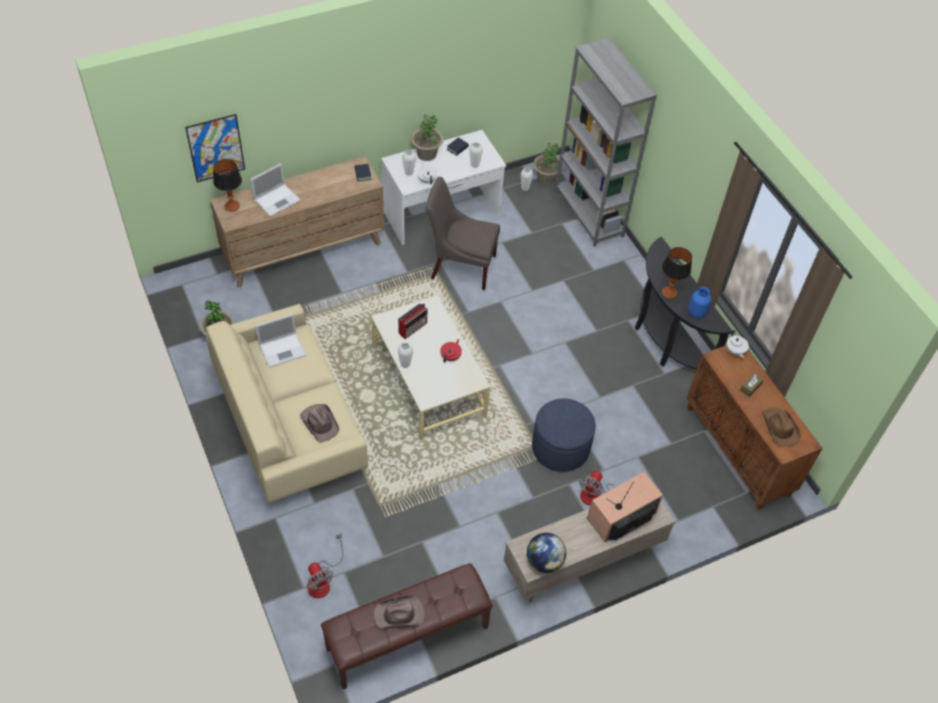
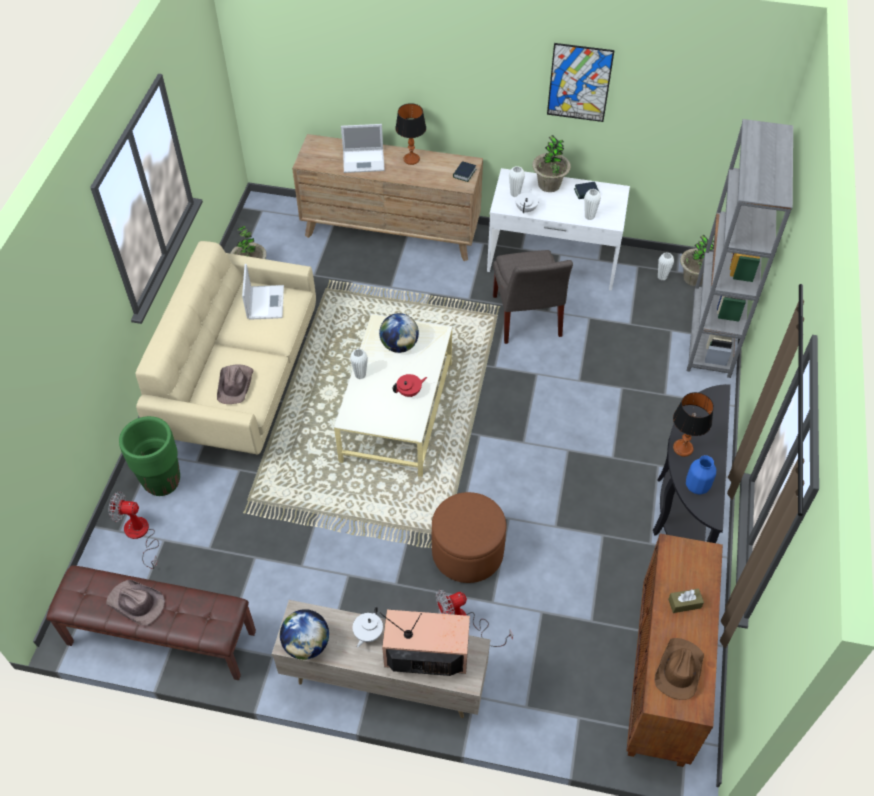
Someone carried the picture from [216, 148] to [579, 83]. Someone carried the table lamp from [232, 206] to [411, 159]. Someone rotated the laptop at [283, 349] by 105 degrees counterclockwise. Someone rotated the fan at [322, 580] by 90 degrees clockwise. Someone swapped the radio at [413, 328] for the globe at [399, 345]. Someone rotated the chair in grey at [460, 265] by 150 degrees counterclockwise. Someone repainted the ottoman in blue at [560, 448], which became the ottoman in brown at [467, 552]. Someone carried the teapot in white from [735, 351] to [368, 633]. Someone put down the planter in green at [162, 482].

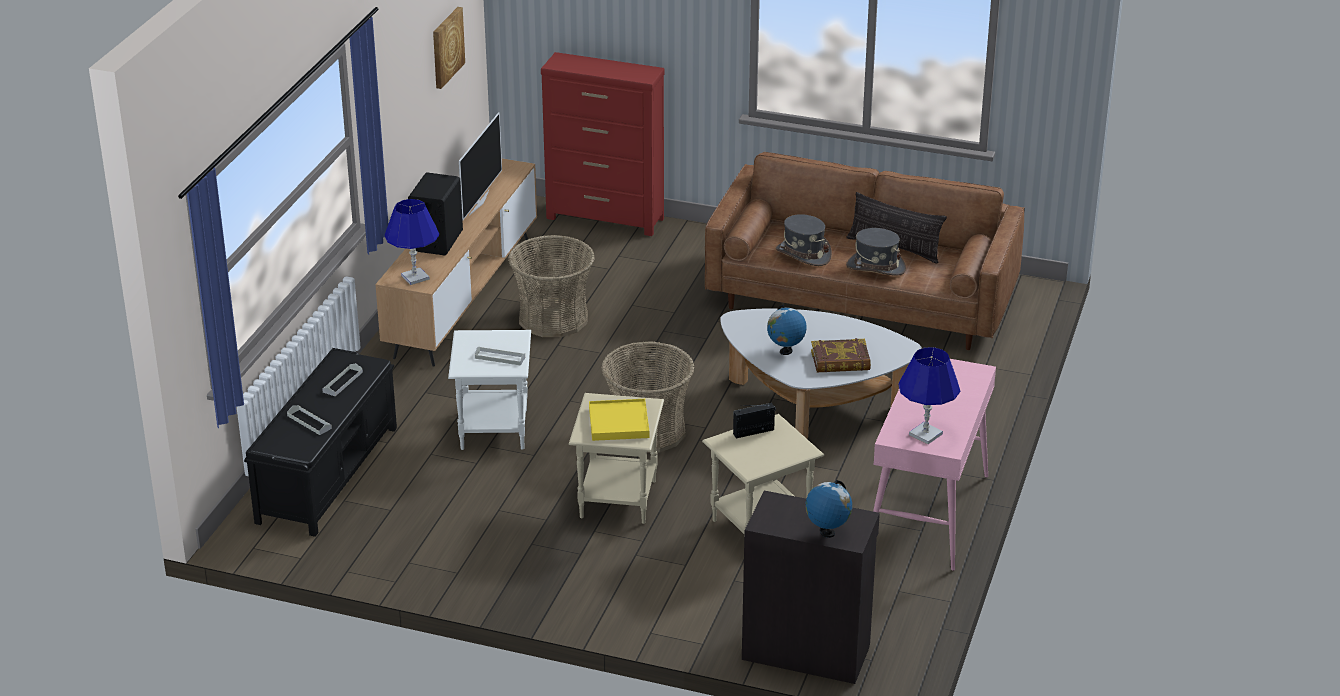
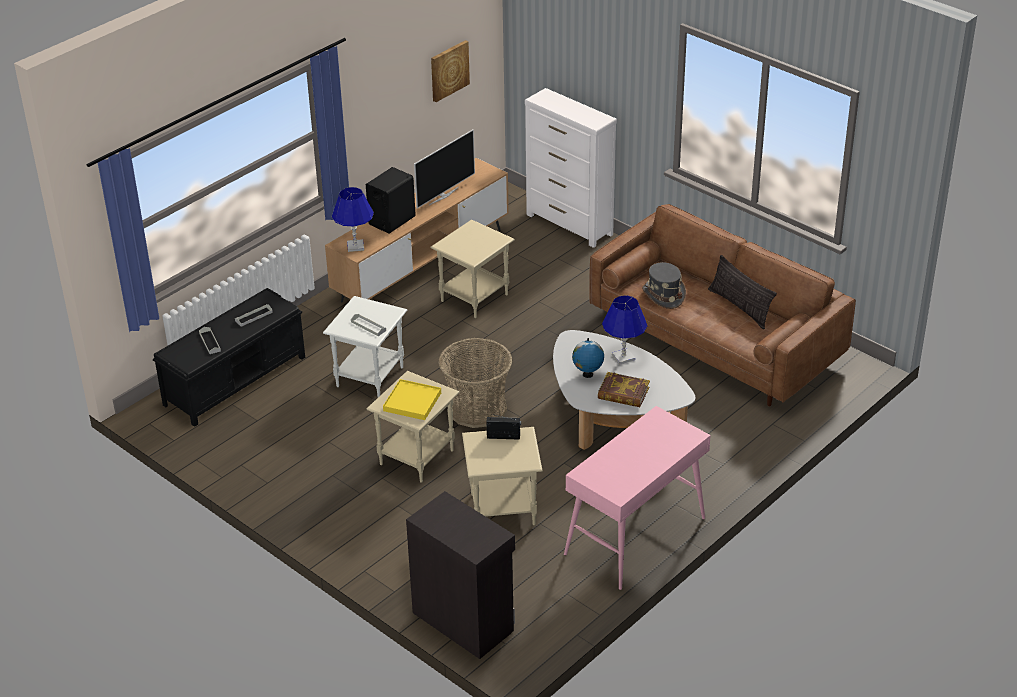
Someone swapped the basket at [553, 319] for the side table in beige at [474, 298]. Someone repainted the dresser in red at [606, 219], which became the dresser in white at [569, 225]. Someone took away the globe at [827, 533]. Someone took away the hat in grey at [875, 267]. Someone carried the table lamp in blue from [925, 434] to [623, 357].

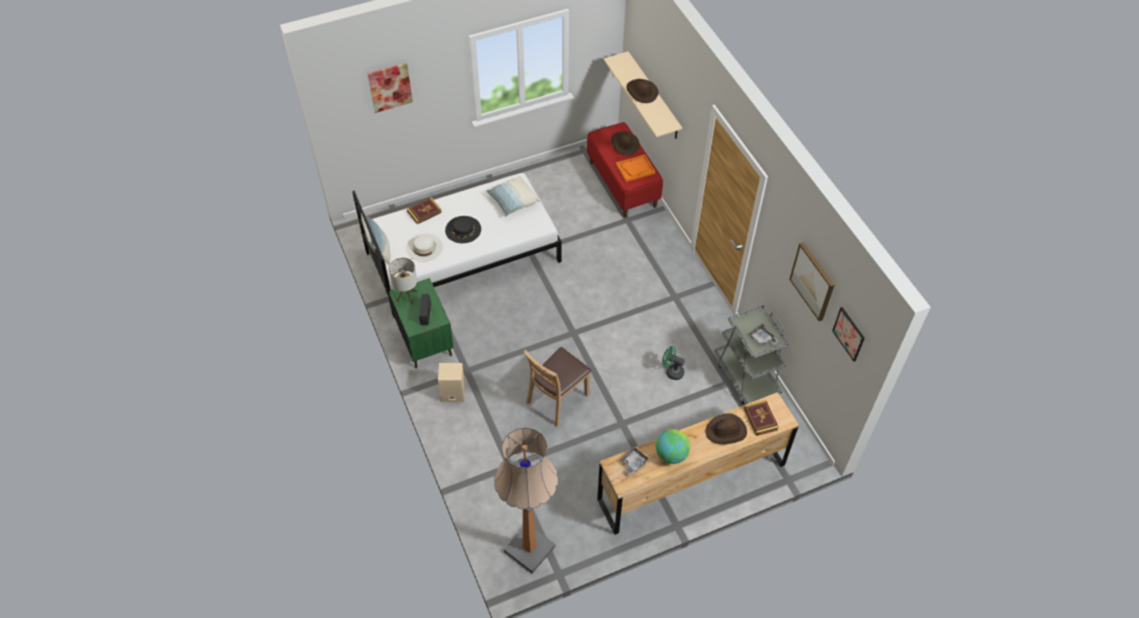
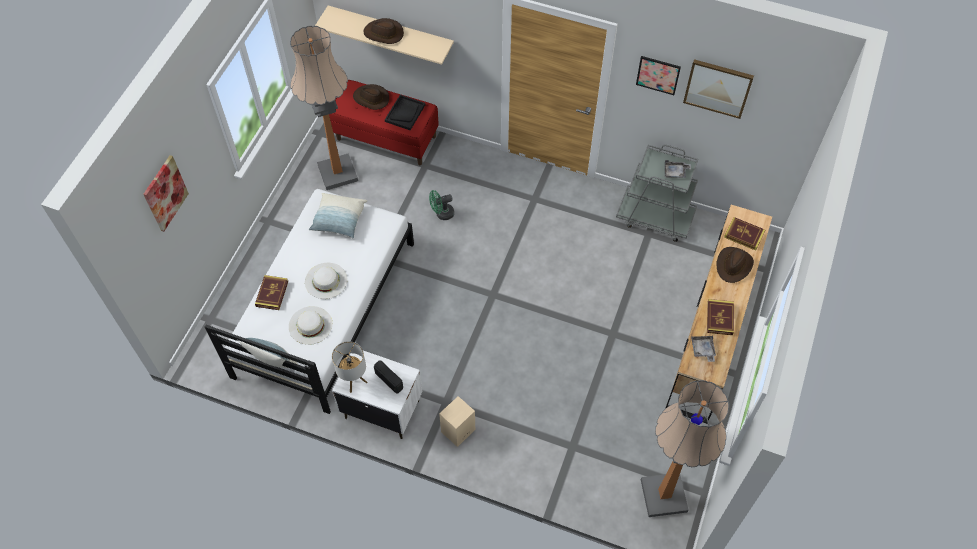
Someone repainted the nightstand in green at [425, 341], which became the nightstand in white at [382, 409]. Someone repainted the hat in black at [463, 229], which became the hat in white at [326, 280]. Someone took away the chair in brown at [557, 400]. Someone repainted the tray in orange at [635, 169], which became the tray in black at [405, 113]. Someone swapped the globe at [671, 454] for the book at [719, 318]. Someone carried the fan in green from [672, 371] to [442, 214]. Someone carried the picture from [848, 334] to [658, 75]. Someone put down the floor lamp at [338, 173].

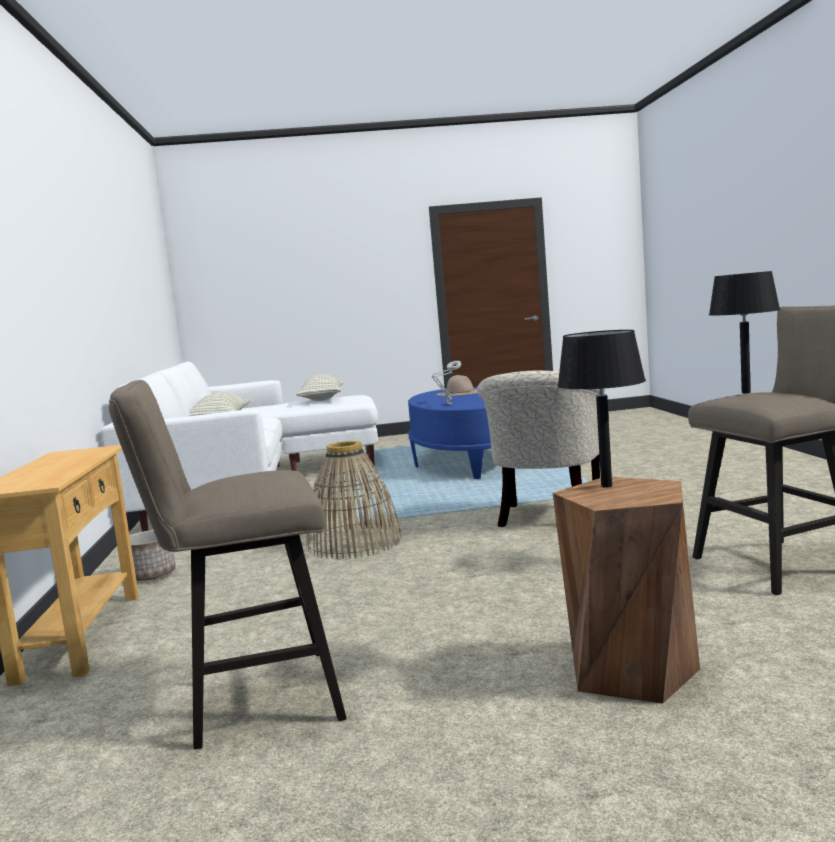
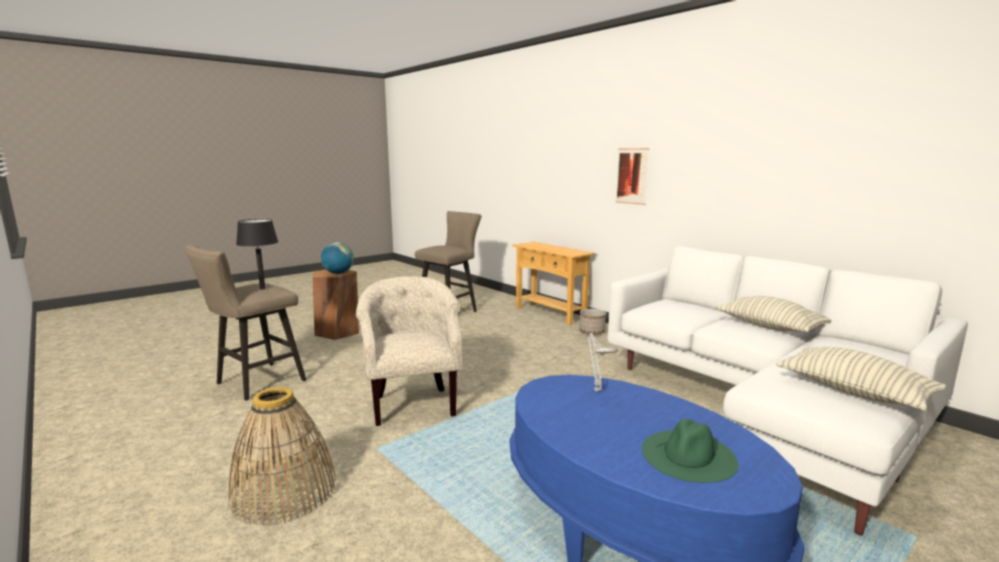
Someone carried the basket from [354, 543] to [284, 491]. Someone repainted the hat in beige at [460, 392], which became the hat in green at [689, 455]. Someone swapped the table lamp in black at [606, 486] for the globe at [338, 273]. Someone put up the picture at [632, 176].

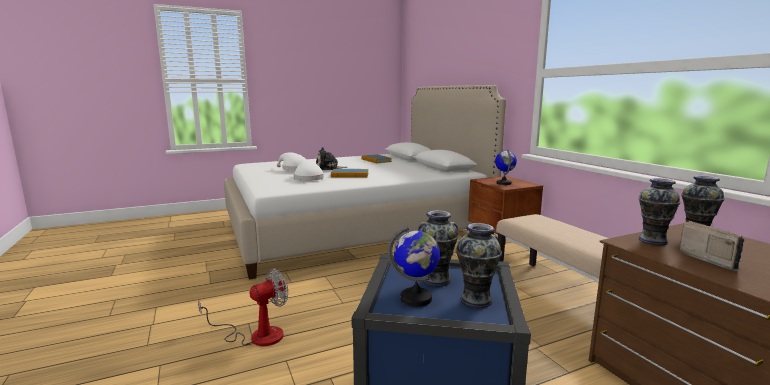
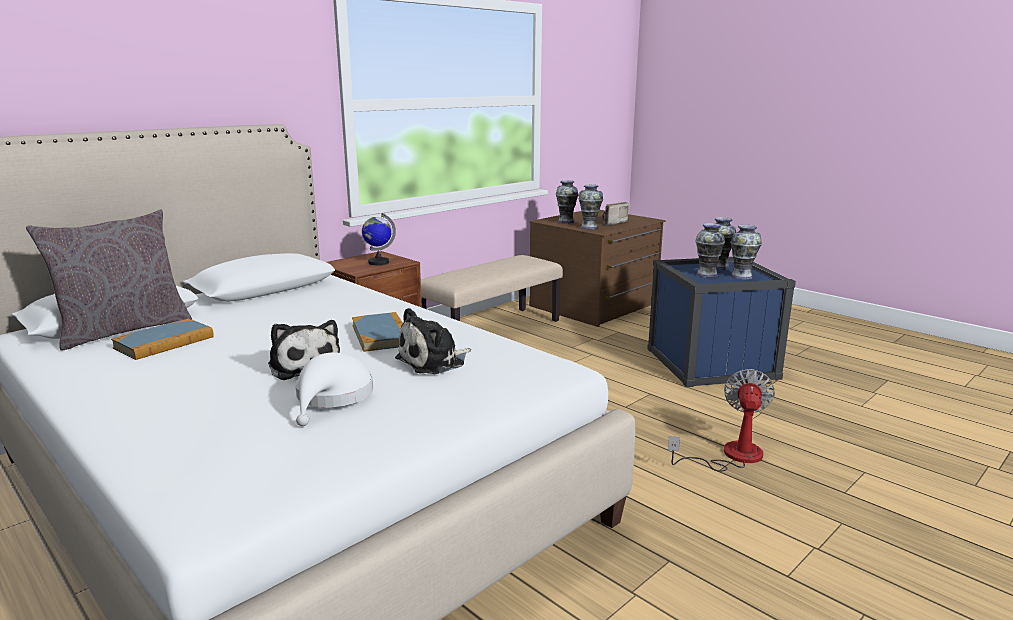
Someone rotated the fan at [256, 335] by 75 degrees clockwise. Someone swapped the hat in white at [308, 178] for the plush toy at [434, 361]. Someone swapped the globe at [416, 299] for the vase at [741, 276]. Someone put down the pillow in grey at [124, 330].

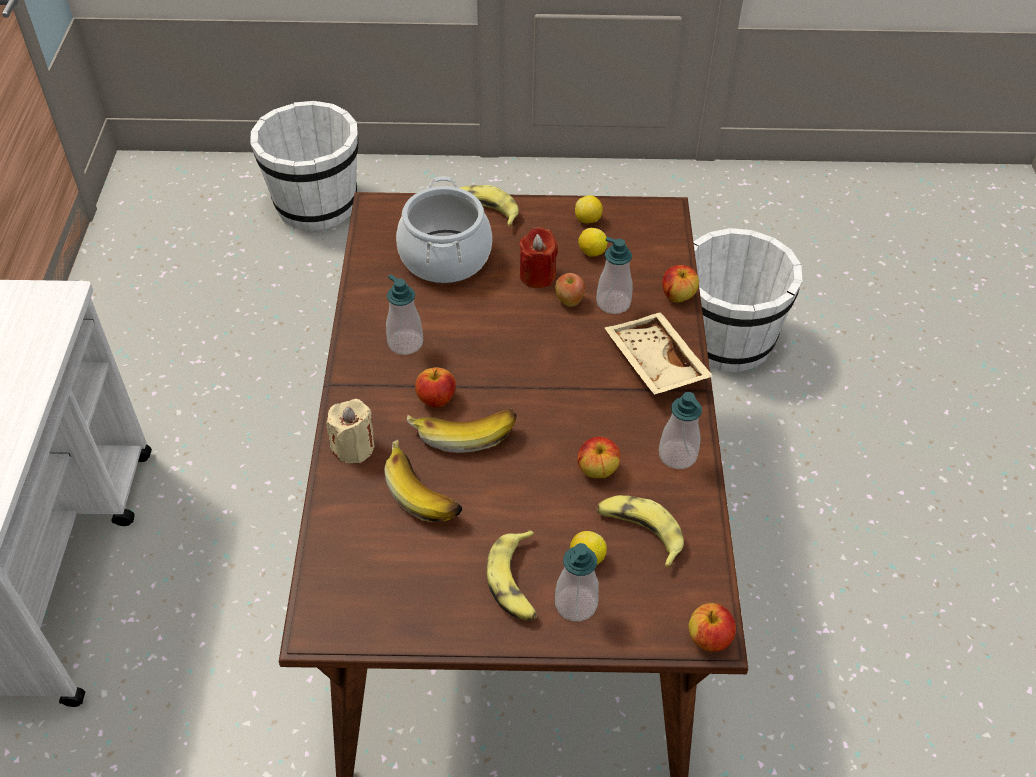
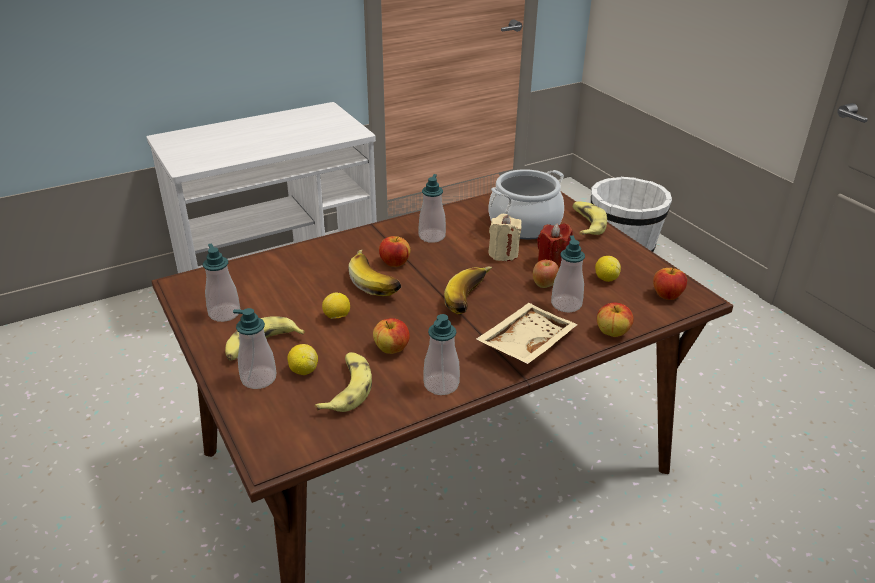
Someone carried the candle in beige from [353, 447] to [503, 254]. Someone carried the banana from [425, 490] to [472, 300]. Someone carried the lemon from [588, 220] to [337, 317]. Someone carried the apple from [709, 638] to [667, 295]. Someone took away the bucket in white at [726, 340]. Someone put down the soap dispenser at [224, 313].

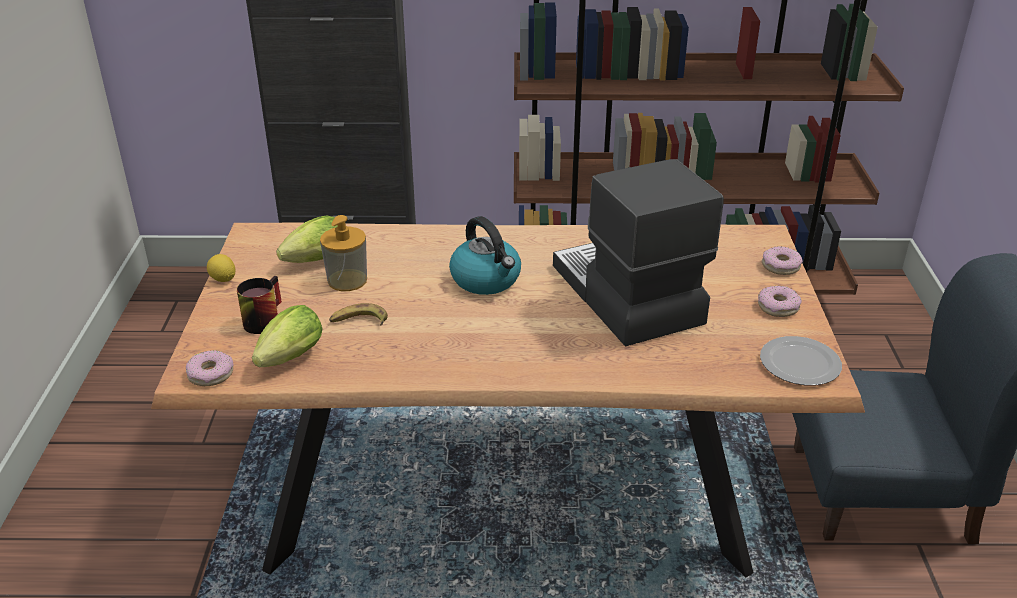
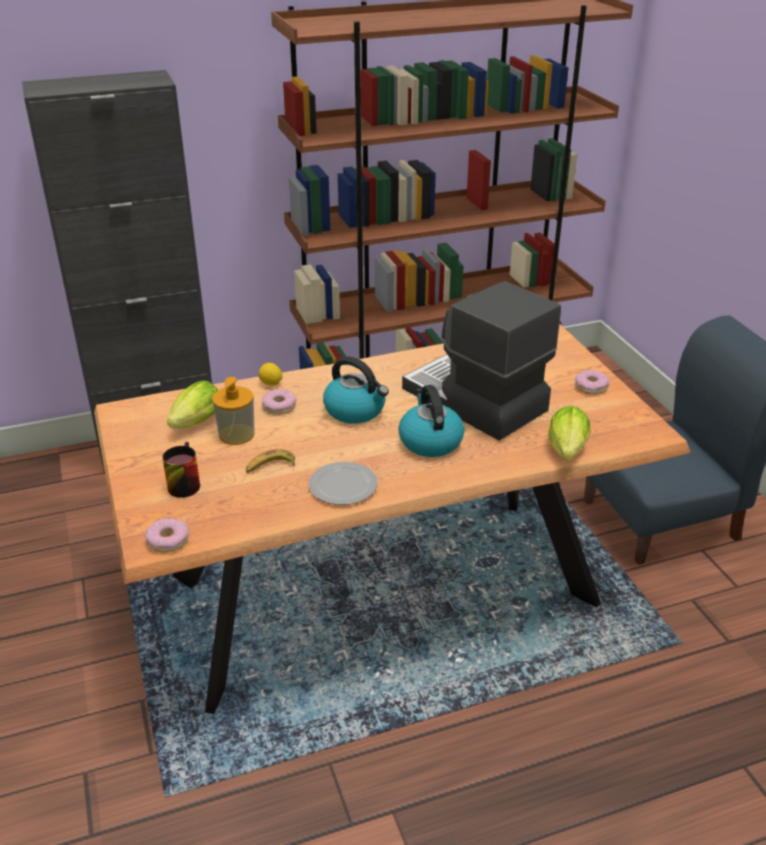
Someone carried the lemon from [223, 279] to [271, 384]. Someone carried the lettuce from [288, 360] to [567, 452]. Someone carried the plate from [799, 363] to [343, 485]. Someone carried the donut from [780, 266] to [279, 407]. Someone put down the kettle at [430, 441].

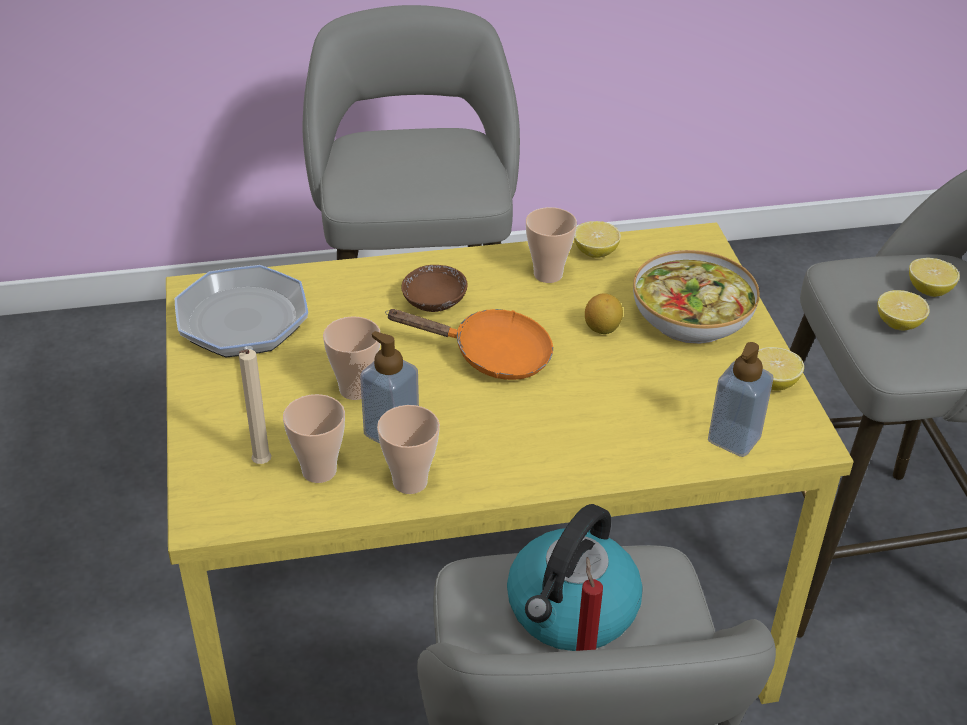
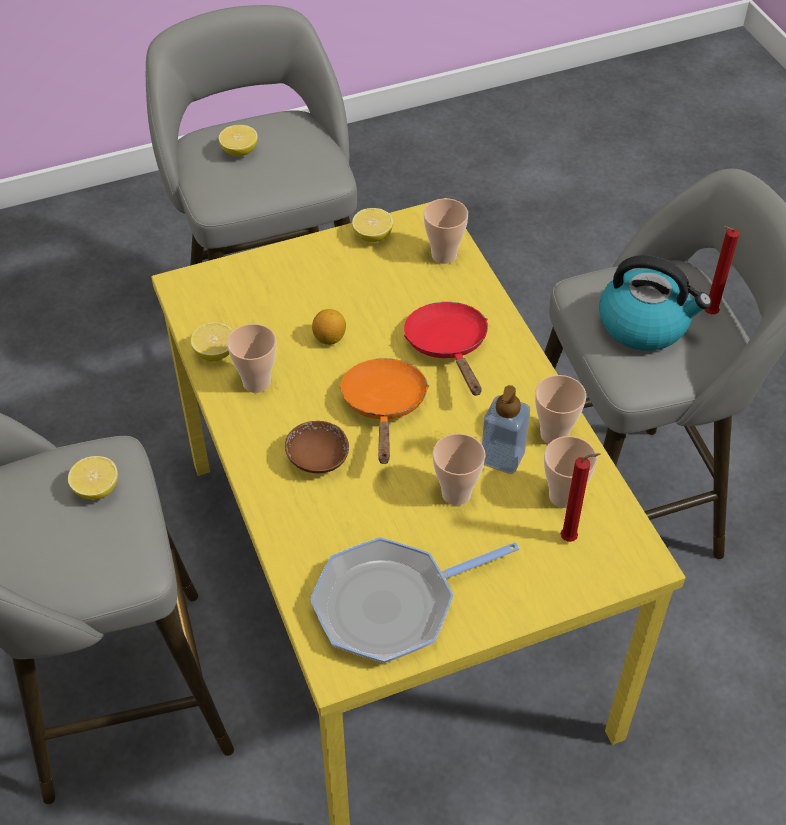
Someone repainted the candle in beige at [260, 465], which became the candle in red at [571, 539]. Someone took away the bowl at [690, 317]. Someone swapped the soap dispenser at [734, 439] for the cup at [444, 255]. Someone carried the lemon from [898, 324] to [96, 489]. Someone put down the frying pan in red at [448, 347].

